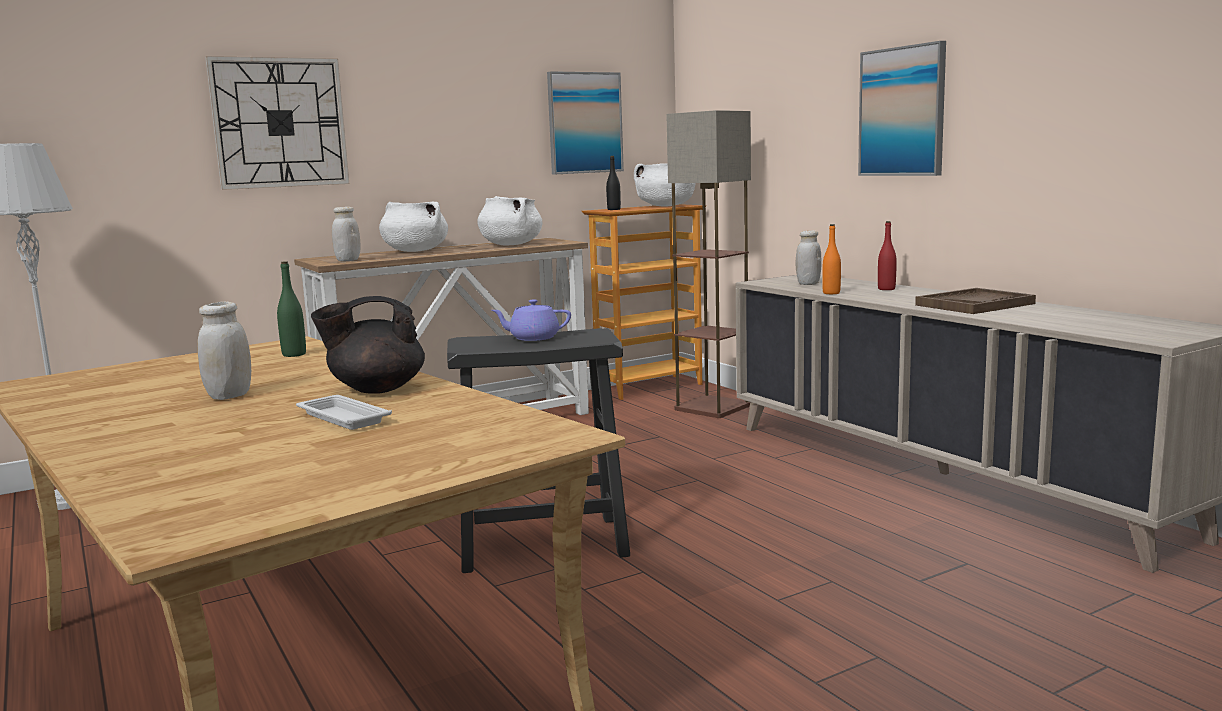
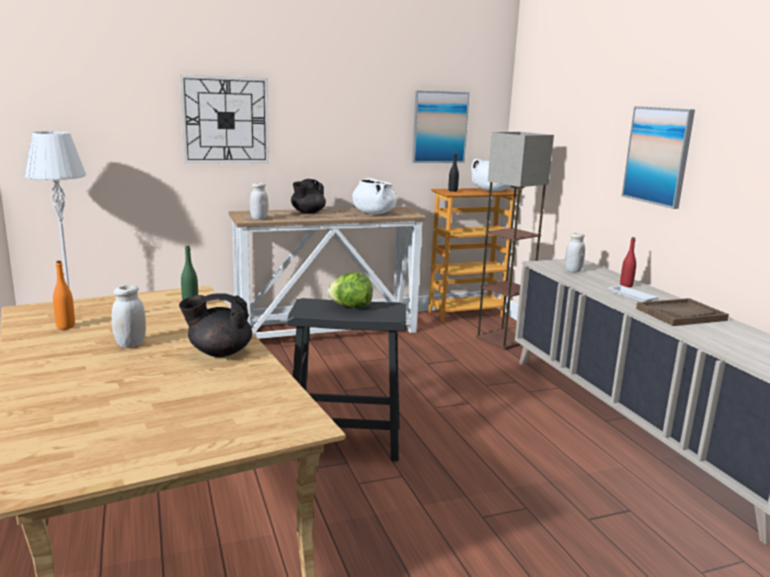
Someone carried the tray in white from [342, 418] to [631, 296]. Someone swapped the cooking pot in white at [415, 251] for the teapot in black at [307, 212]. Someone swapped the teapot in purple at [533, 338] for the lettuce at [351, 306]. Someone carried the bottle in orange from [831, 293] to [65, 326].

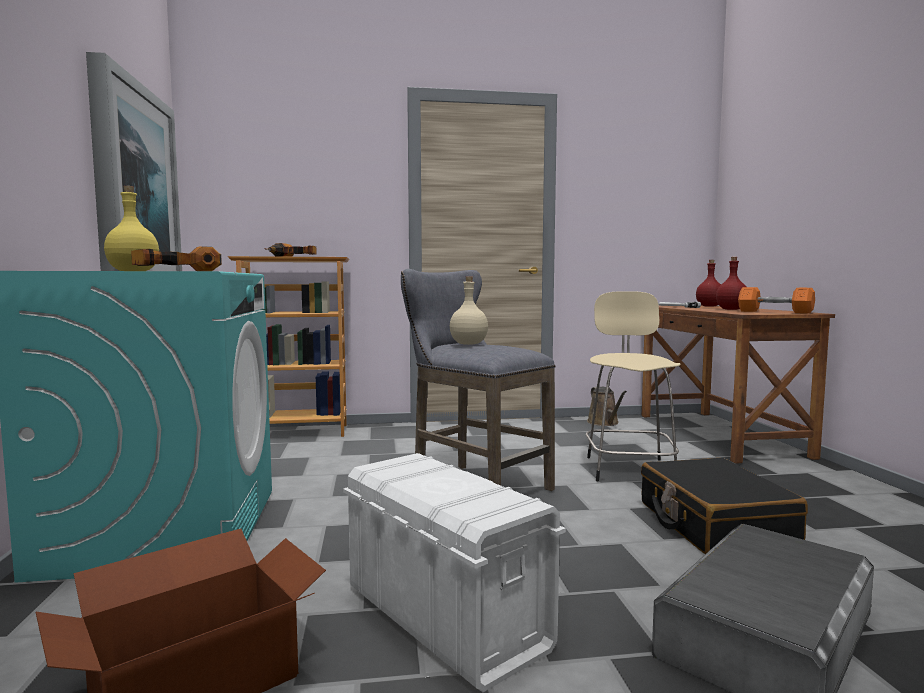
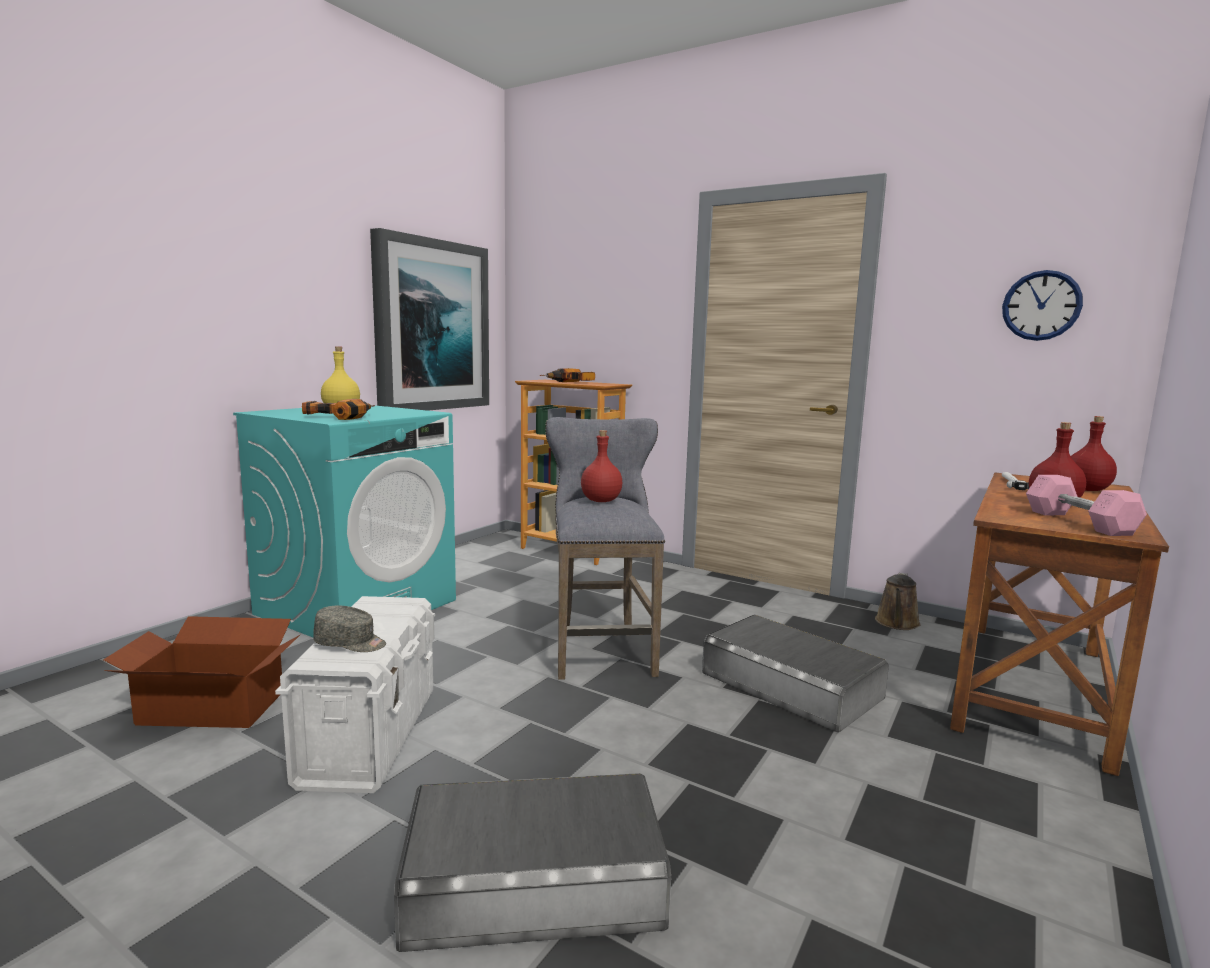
Someone repainted the bottle in beige at [469, 344], which became the bottle in red at [601, 501]. Someone swapped the stool in beige at [629, 468] for the storage box in grey at [790, 685]. Someone took away the suitcase in black at [714, 524]. Someone repainted the dumbbell in orange at [775, 312], which became the dumbbell in pink at [1079, 522]. Someone put down the cap in grey at [350, 643]. Someone put up the wall clock at [1041, 305].

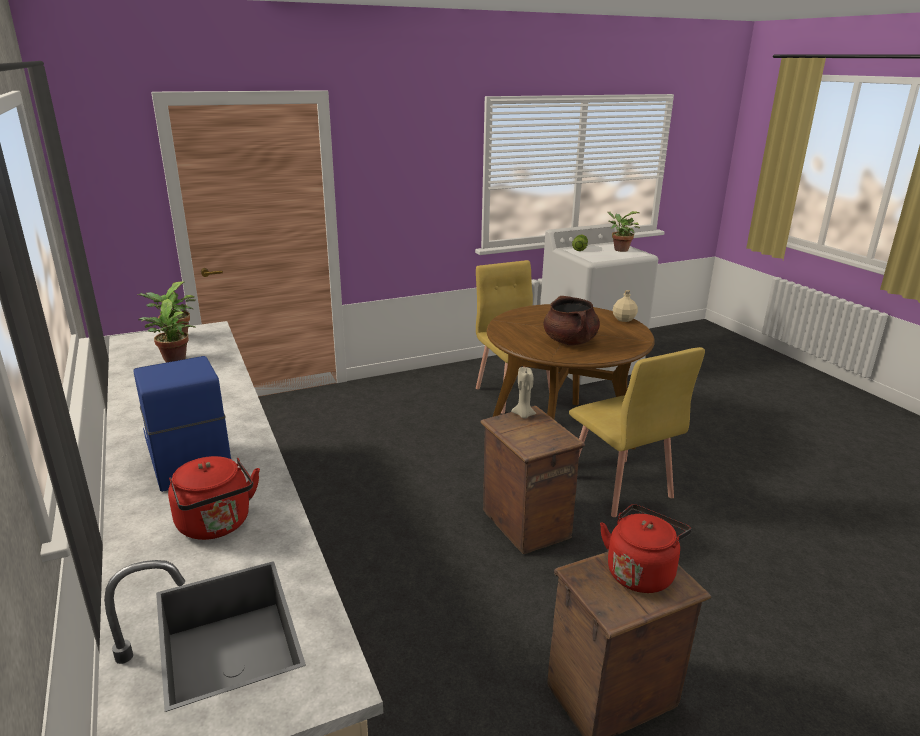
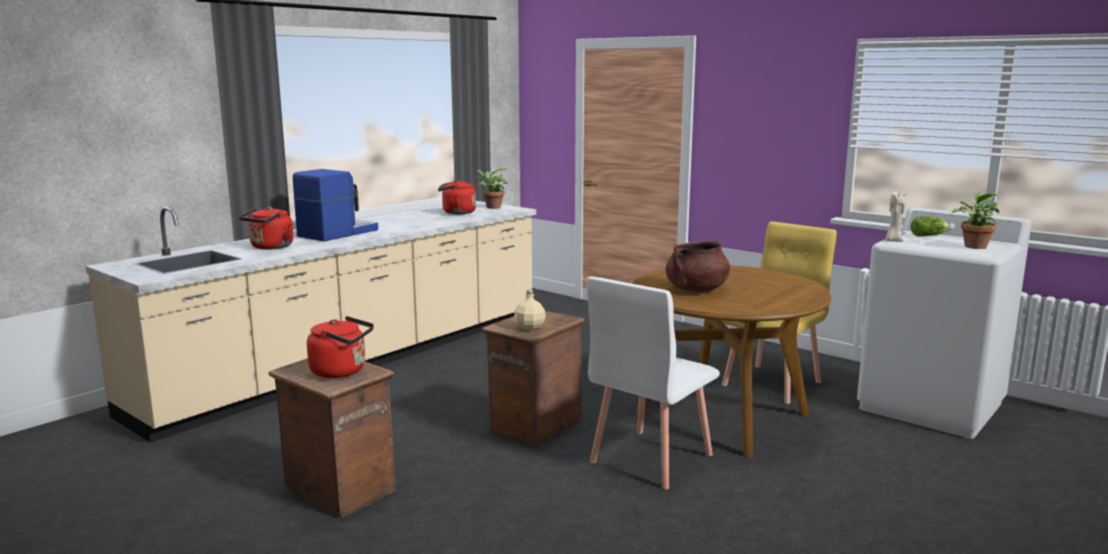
Someone swapped the potted plant at [174, 360] for the kettle in red at [456, 212]. Someone carried the candle in beige from [523, 415] to [893, 241]. Someone repainted the chair in yellow at [619, 487], which became the chair in white at [650, 458]. Someone carried the bottle in beige from [624, 319] to [529, 327].

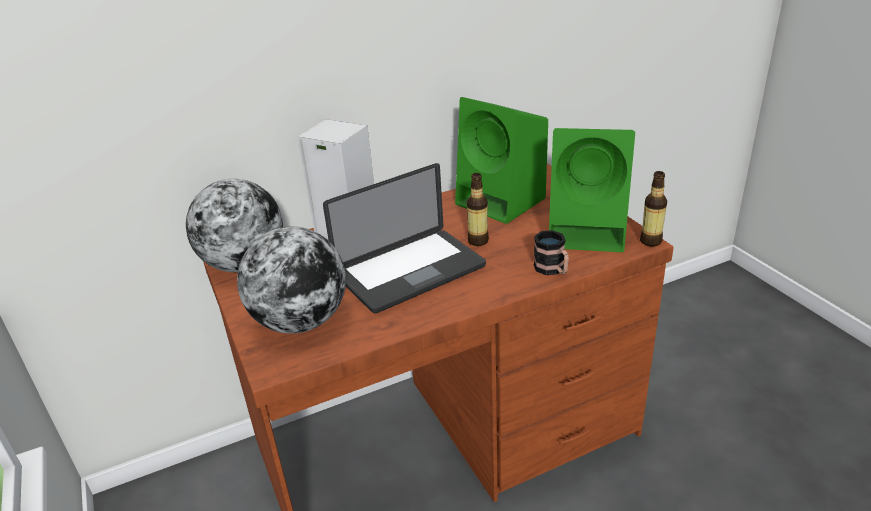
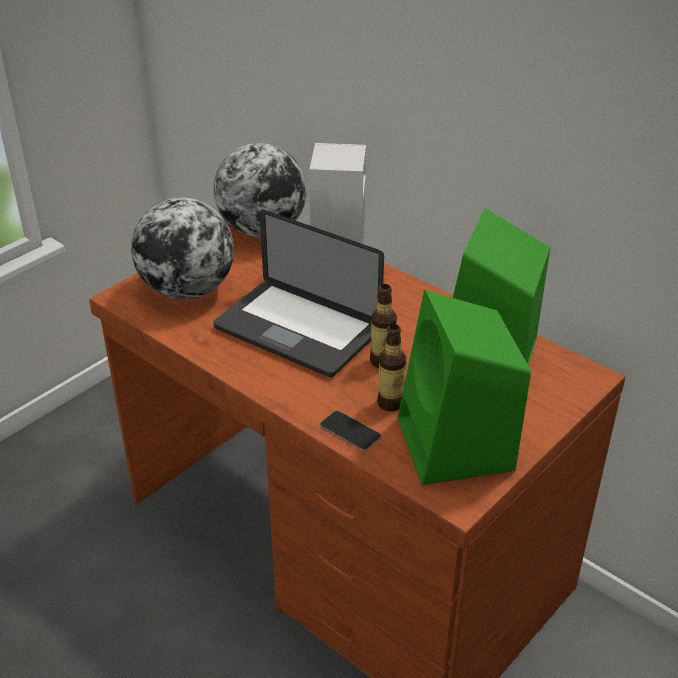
Someone swapped the mug at [552, 270] for the phone at [350, 431]. Someone carried the bottle from [650, 241] to [390, 403].

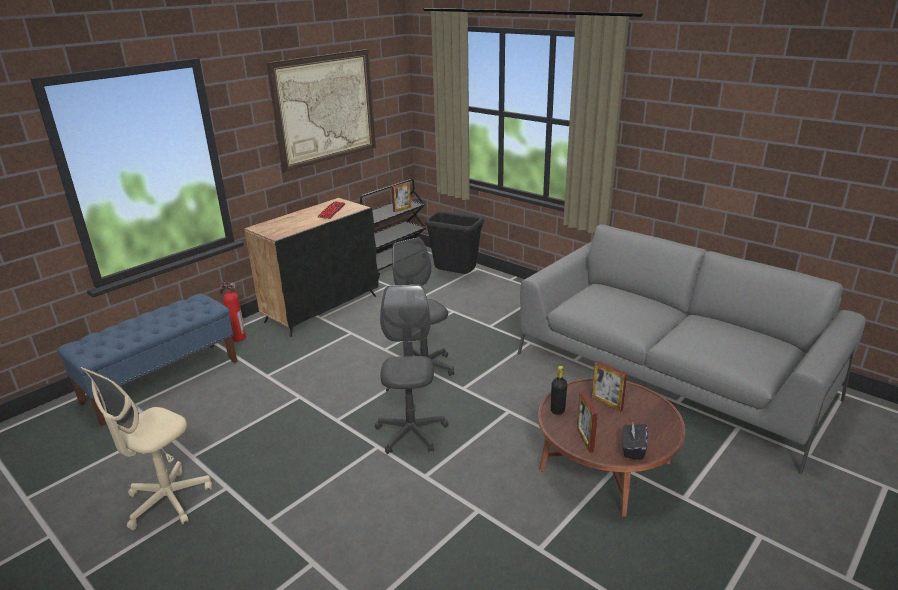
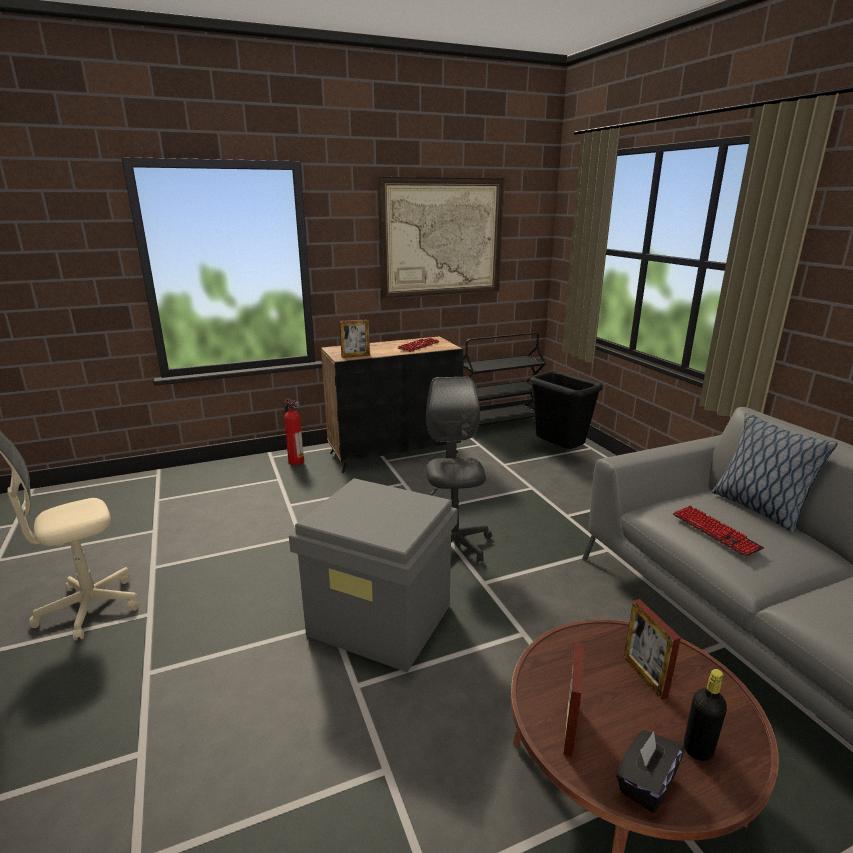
Someone took away the bench in blue at [162, 381]. Someone swapped the office chair in grey at [411, 433] for the storage box in grey at [382, 620]. Someone carried the picture frame from [402, 209] to [355, 356]. Someone carried the bottle in black from [557, 410] to [698, 749]. Someone put down the keyboard at [715, 532]. Someone put down the pillow at [757, 508].

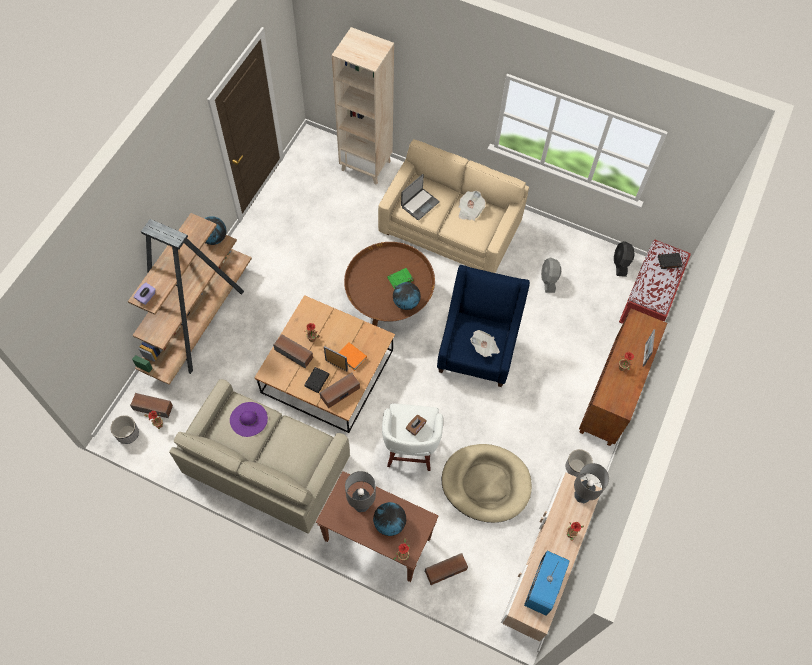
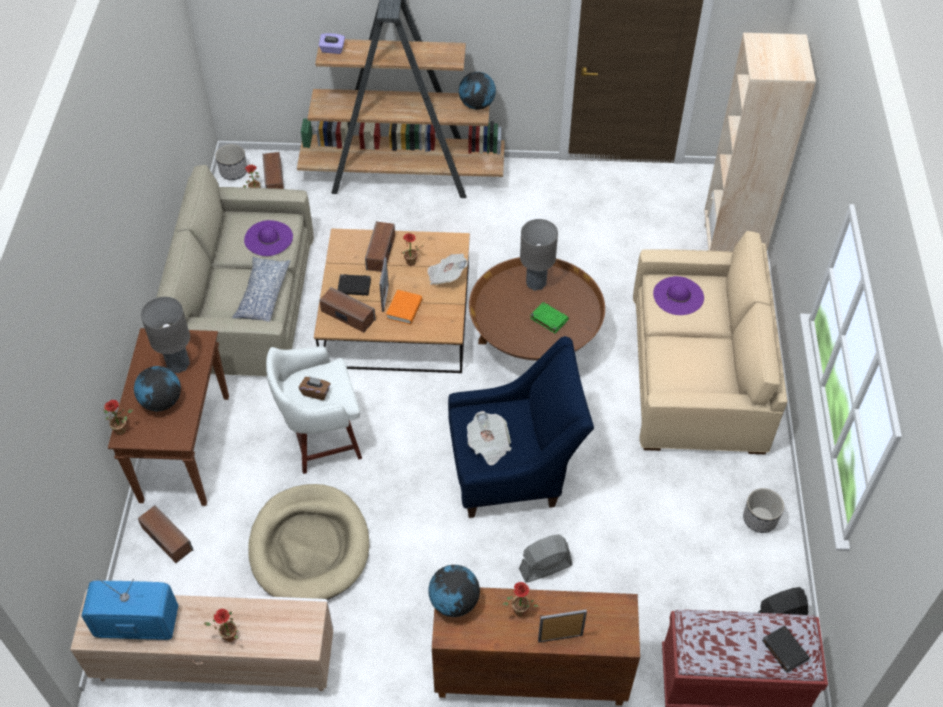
Someone carried the globe from [406, 303] to [454, 602]. Someone swapped the laptop at [419, 204] for the hat in purple at [678, 296]. Someone carried the newspaper from [469, 210] to [446, 276]. Someone carried the fan in grey from [548, 280] to [545, 567]. Someone carried the planter from [576, 467] to [759, 519]. Someone carried the table lamp in grey from [581, 495] to [536, 283]. Someone put down the pillow at [262, 295].

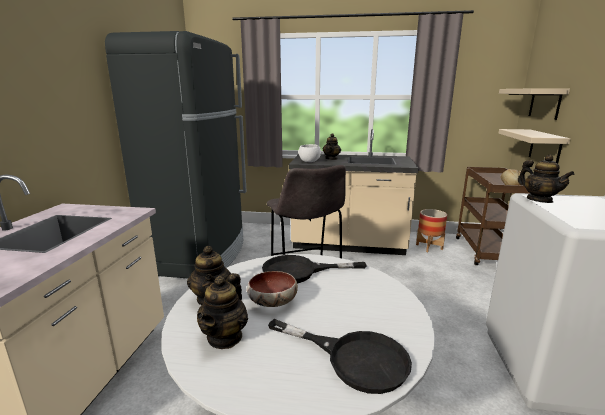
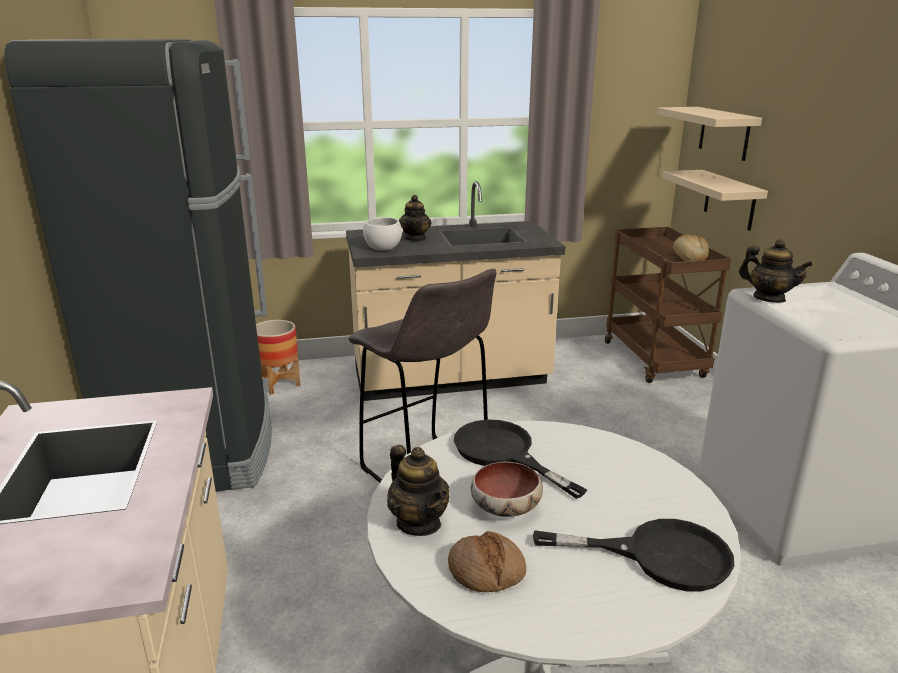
Someone swapped the teapot at [225, 337] for the bread at [486, 571]. Someone rotated the frying pan in black at [299, 271] by 75 degrees clockwise. Someone carried the planter from [429, 247] to [279, 384].

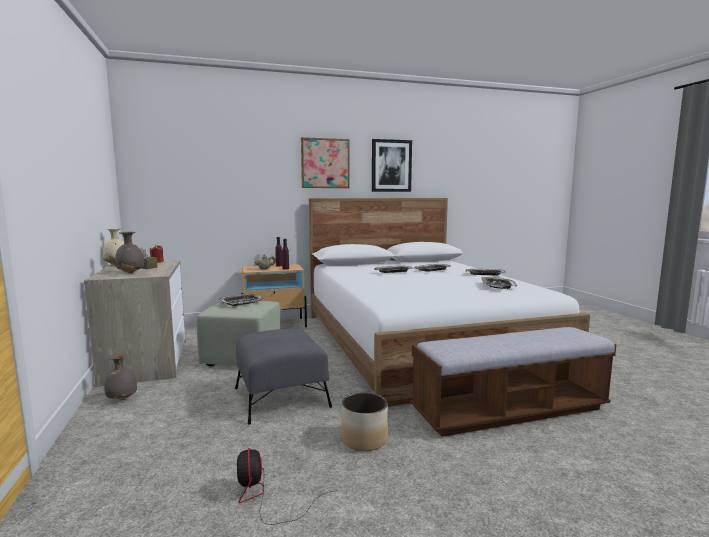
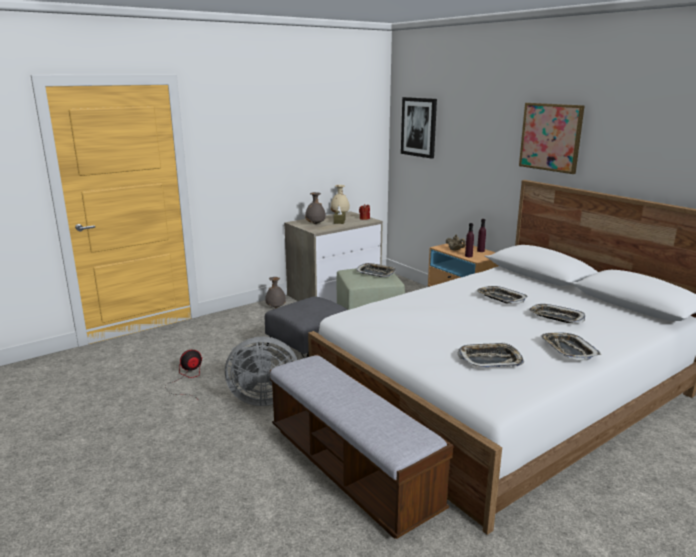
Someone swapped the planter at [364, 439] for the fan in grey at [261, 398]. Someone carried the picture from [391, 166] to [419, 127].

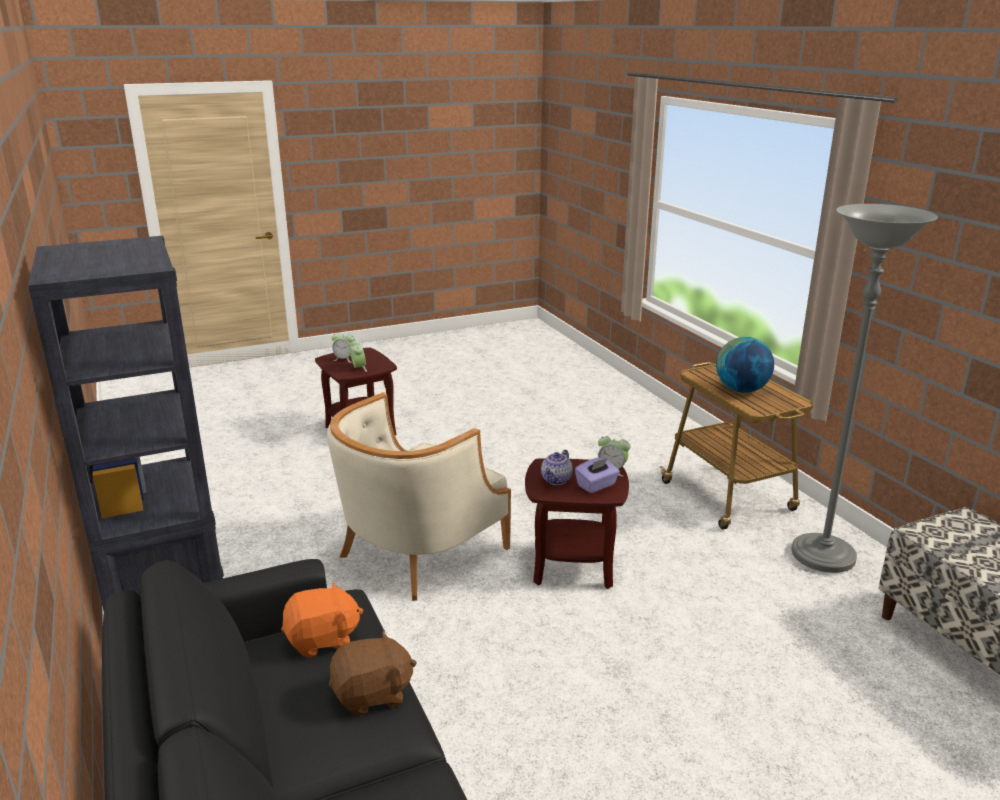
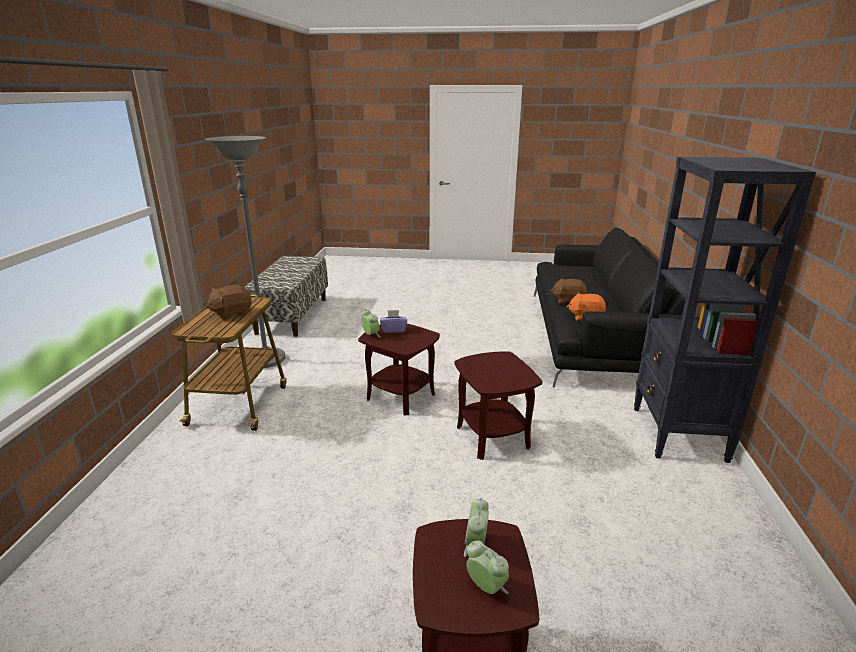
Someone swapped the armchair in beige at [418, 551] for the side table in brown at [493, 437]. Someone took away the teapot at [557, 480]. Someone swapped the globe at [741, 390] for the plush toy in brown at [231, 314].

